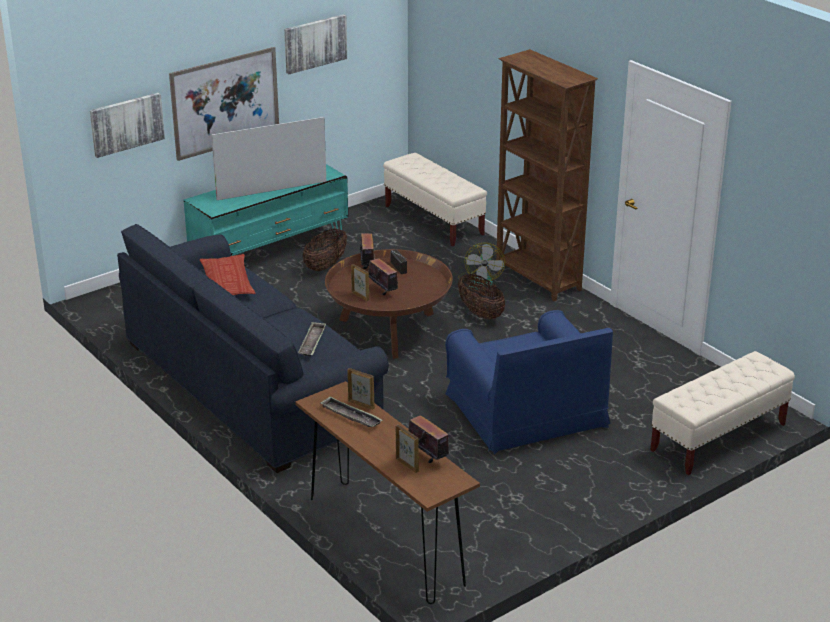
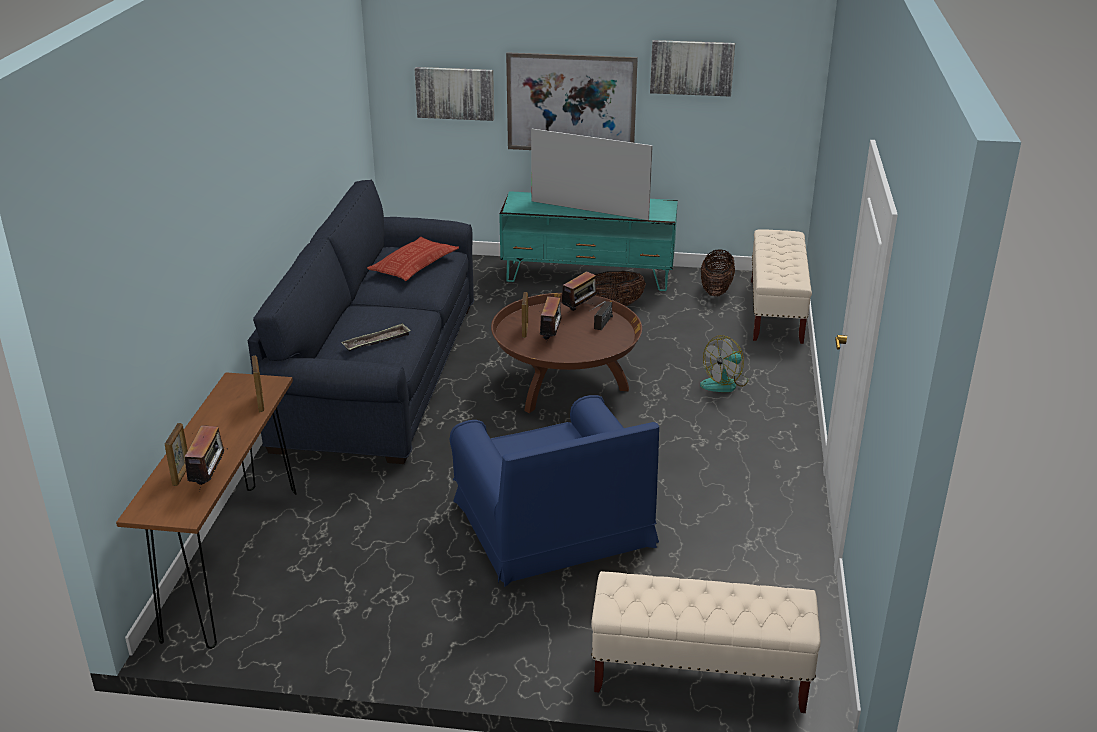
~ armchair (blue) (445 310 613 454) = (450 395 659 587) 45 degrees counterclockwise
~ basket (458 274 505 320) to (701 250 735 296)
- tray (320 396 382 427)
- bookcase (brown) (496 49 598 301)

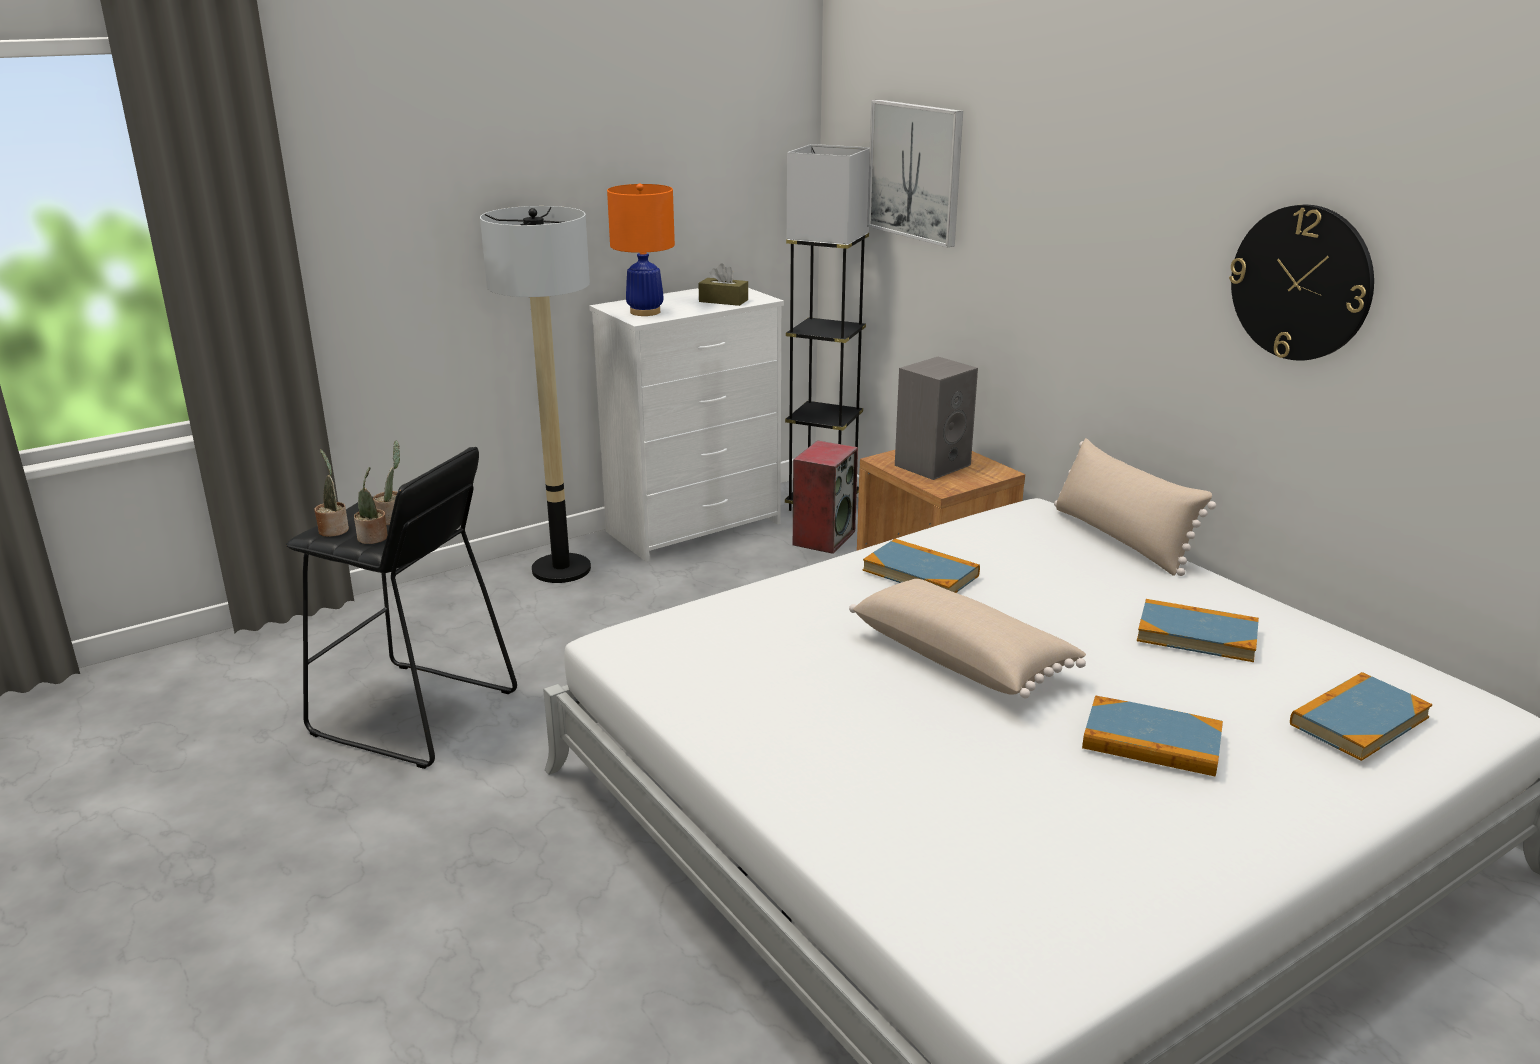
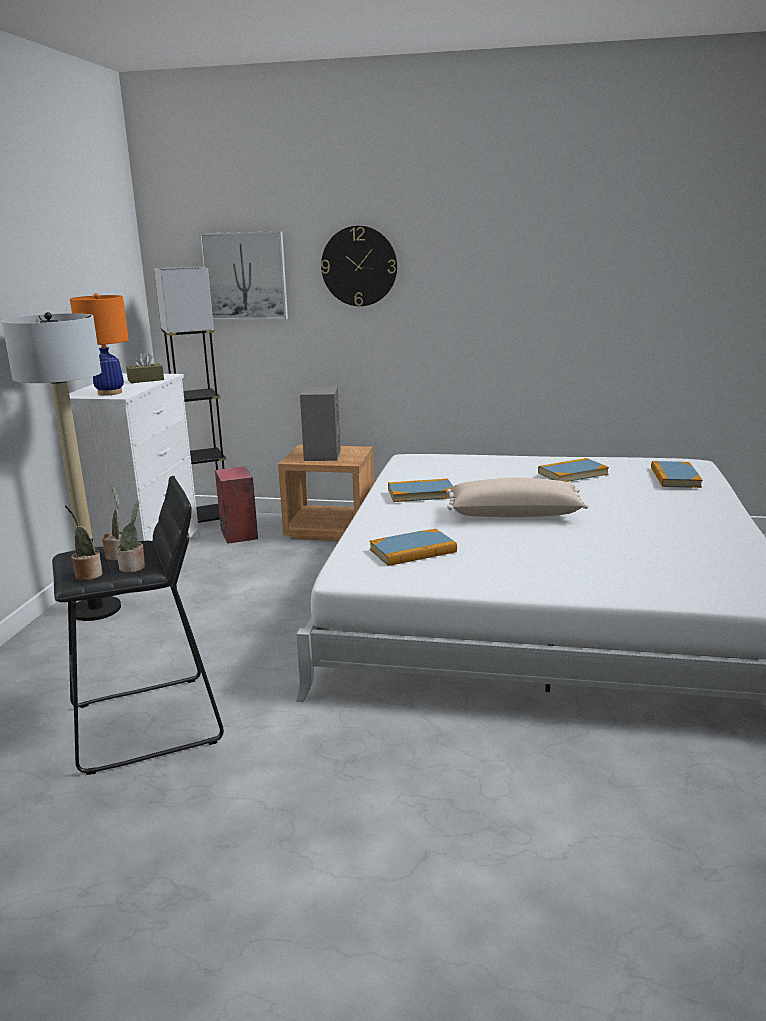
~ wall clock (1229 205 1374 361) to (321 226 397 306)
~ book (1082 695 1223 777) to (369 529 457 566)
- pillow (beige) (1054 438 1216 576)

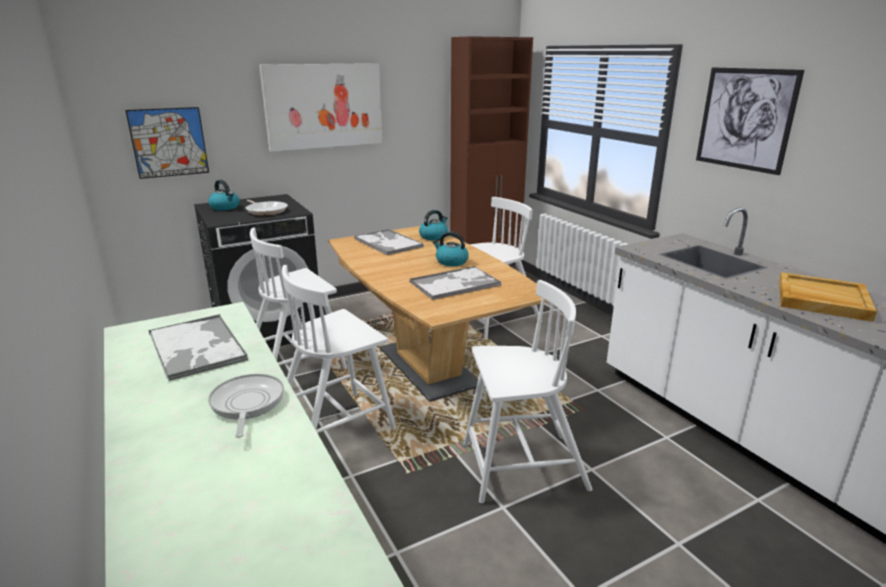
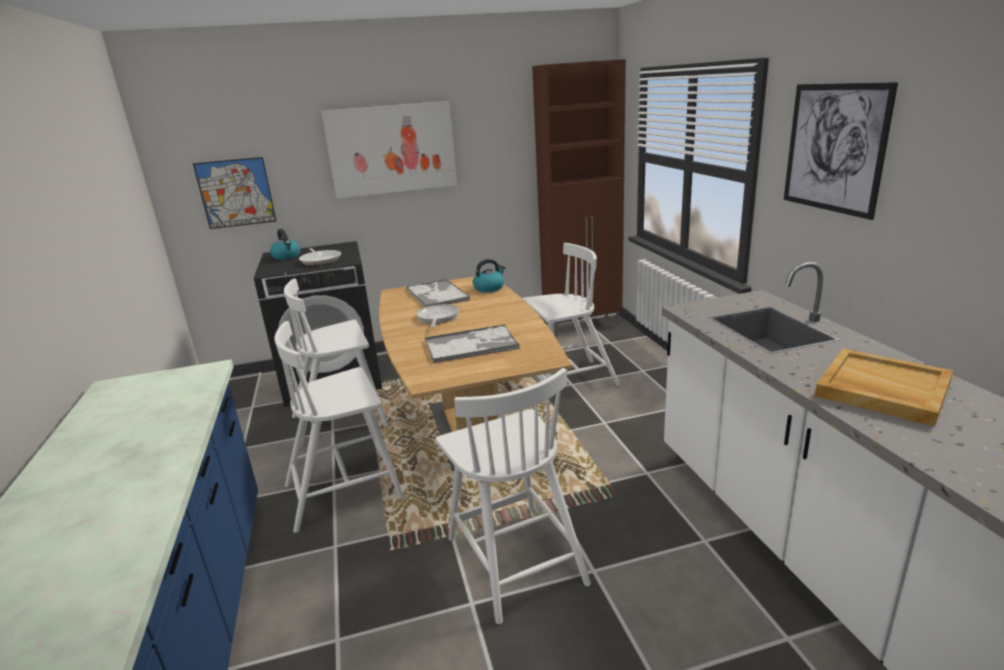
~ frying pan (208 374 284 438) to (417 304 459 328)
~ chair (white) (463 280 592 503) = (436 368 591 624) 60 degrees clockwise
- tray (148 314 248 381)
- kettle (433 232 469 266)

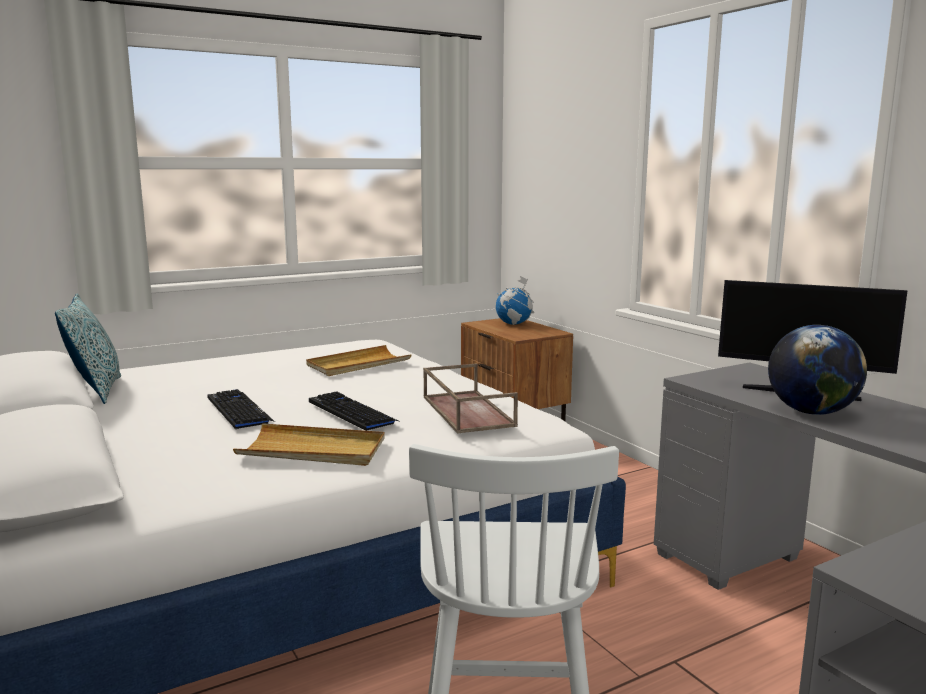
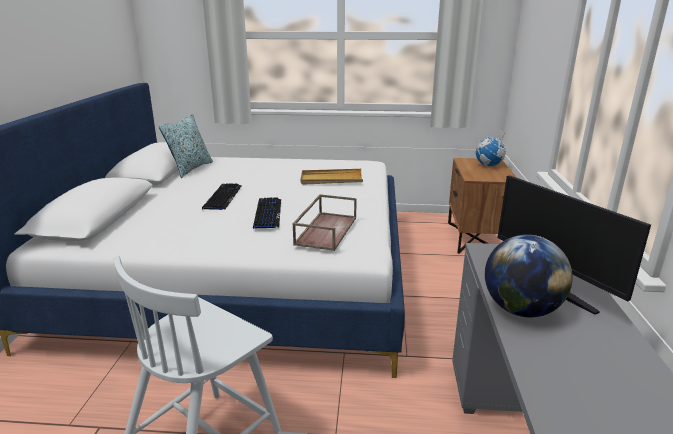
- tray (beige) (233 423 385 466)

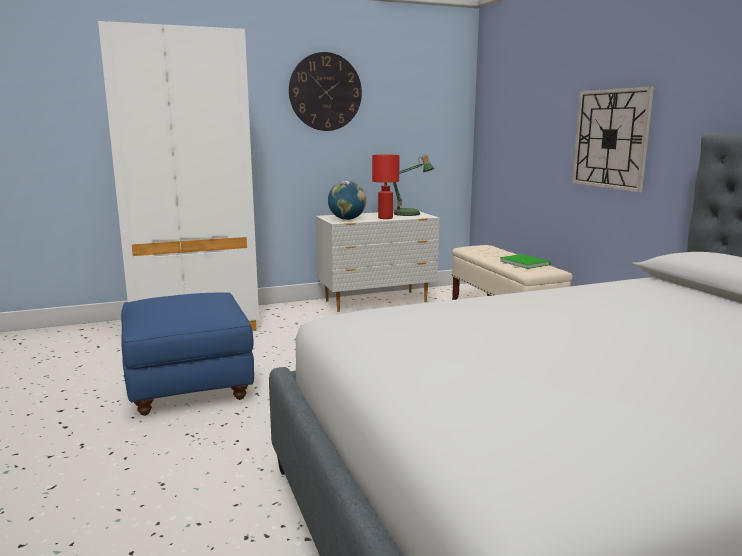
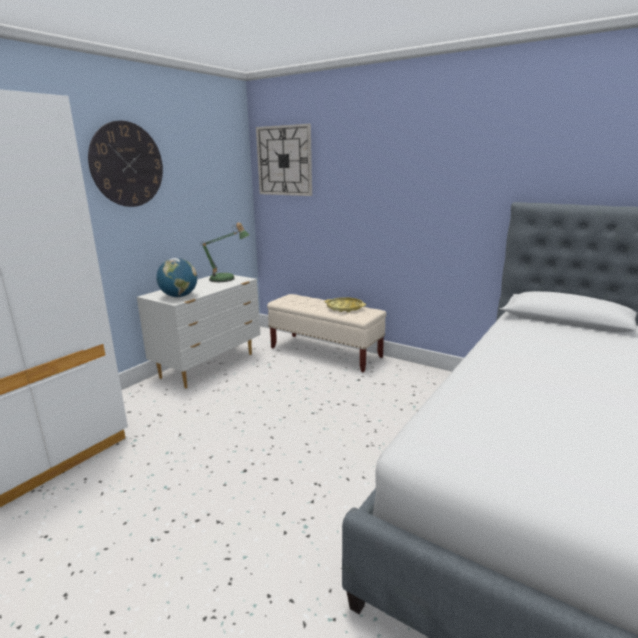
~ wall clock (572 86 654 192) to (256 124 312 196)
~ book (green) (500 254 551 269) to tray (yellow) (324 297 366 312)
- ottoman (blue) (121 293 254 416)
- table lamp (red) (372 155 400 219)

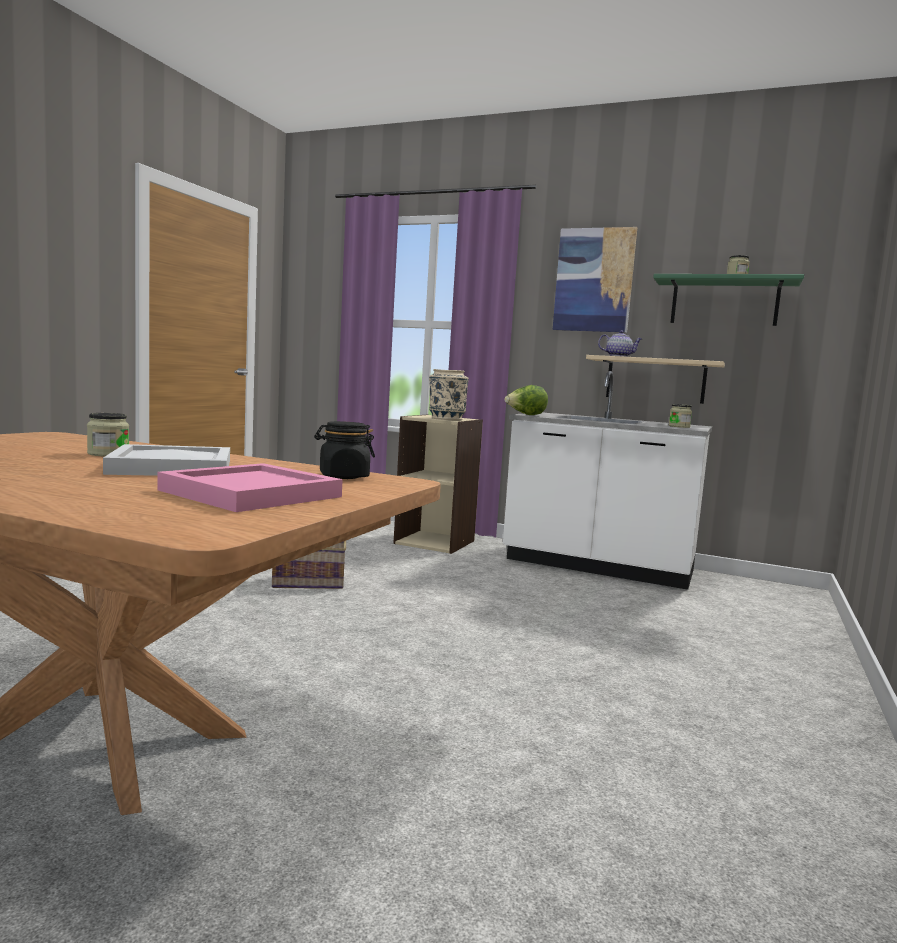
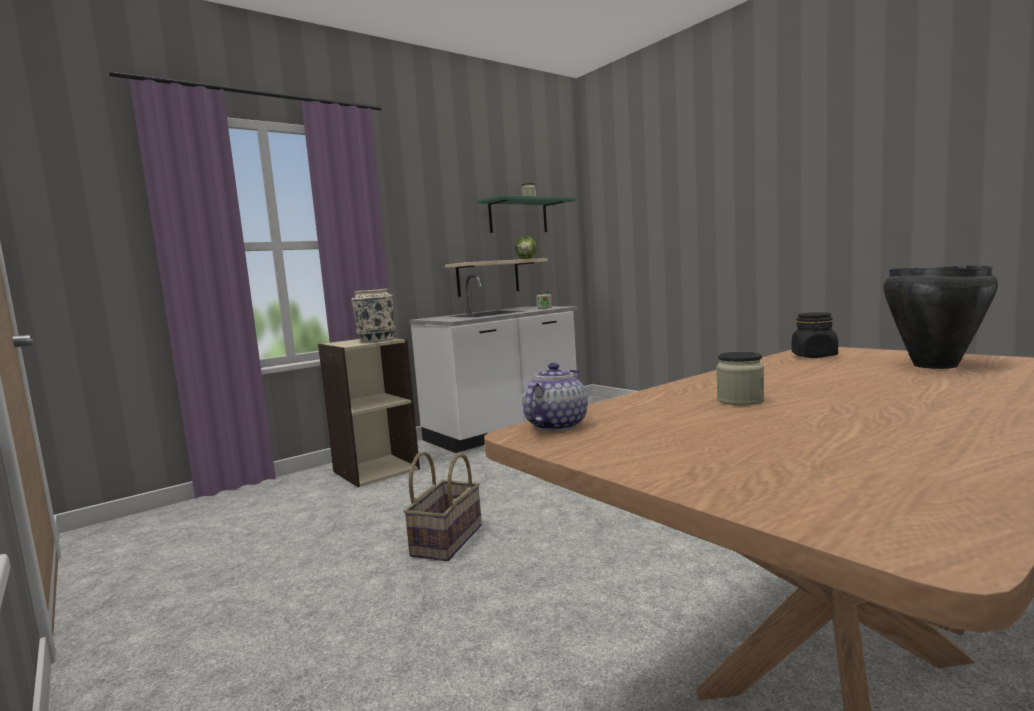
~ lettuce (504 385 548 415) to (515 236 537 259)
~ teapot (598 331 642 357) to (522 363 588 431)
~ tray (pink) (158 463 343 512) to cooking pot (black) (883 265 998 369)
- tray (white) (103 444 230 476)
- picture (553 227 637 333)

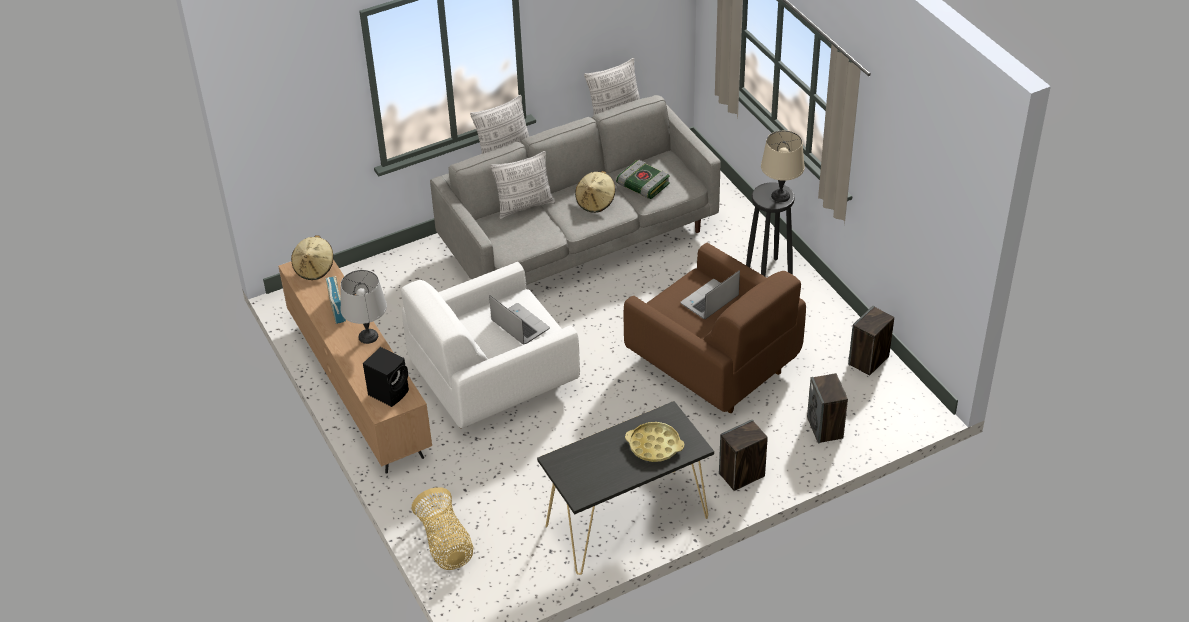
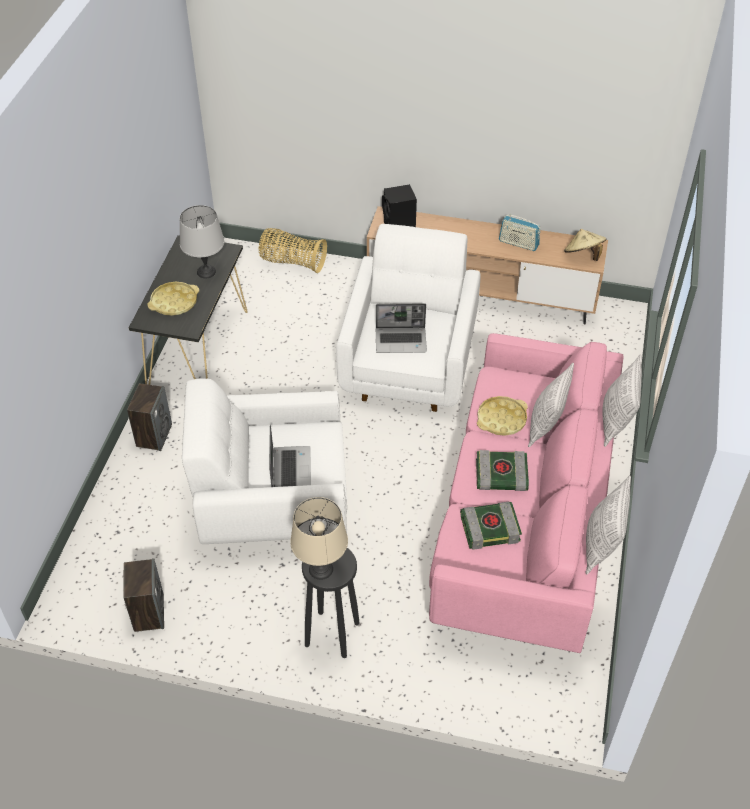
~ table lamp (grey) (340 270 387 344) to (180 205 225 278)
~ armchair (brown) (624 242 806 413) to armchair (white) (182 379 347 544)
~ sofa (grey) (430 95 721 285) to sofa (pink) (429 333 624 653)
~ hat (beige) (575 171 615 213) to book (476 450 529 491)
+ tray (yellow) (477 396 528 436)
- speaker (807 373 848 444)

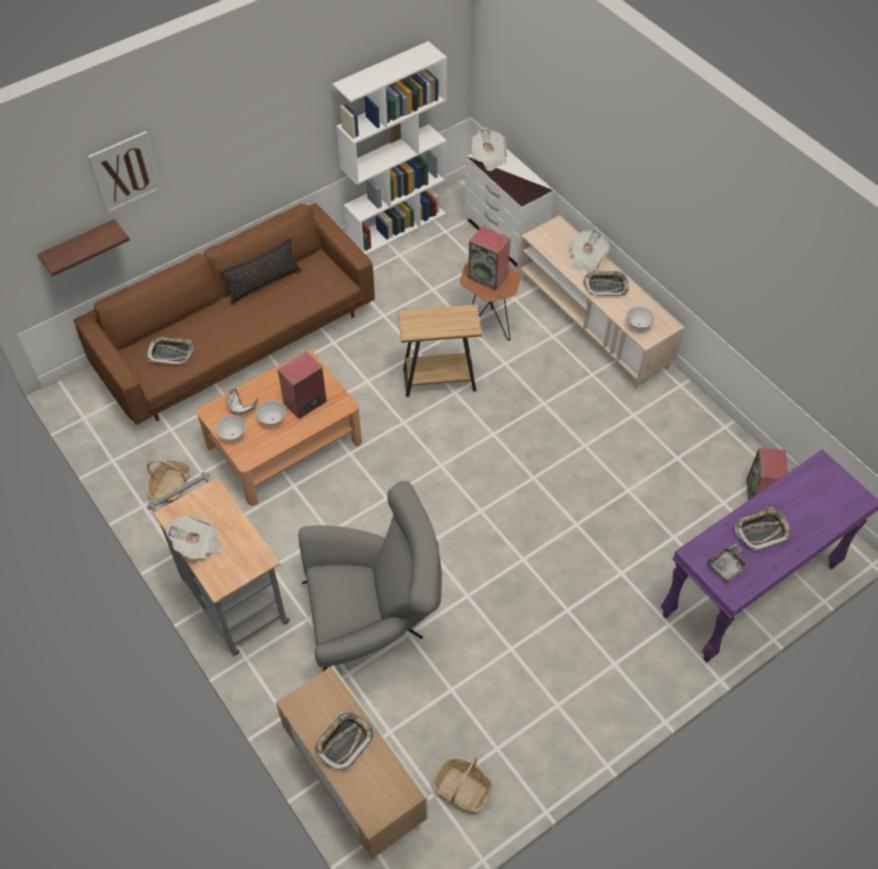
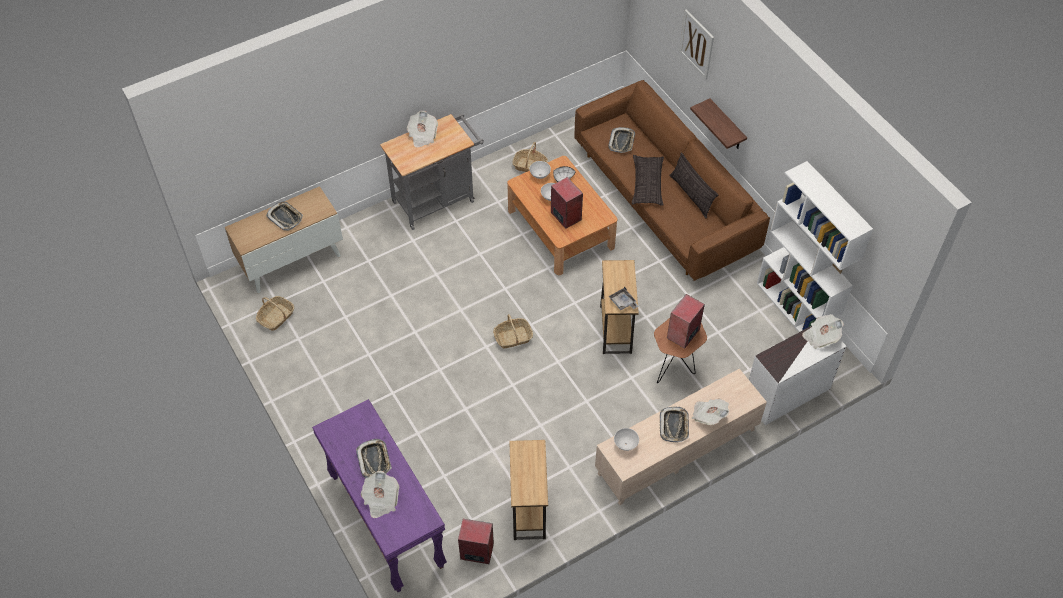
+ newspaper (361 471 399 518)
+ basket (493 314 533 348)
+ side table (brown) (509 440 548 540)
~ tray (grey) (707 543 749 582) to (608 287 638 310)
+ pillow (632 155 664 206)
~ shelf (38 219 130 276) to (690 99 747 149)
- armchair (grey) (299 481 442 671)

